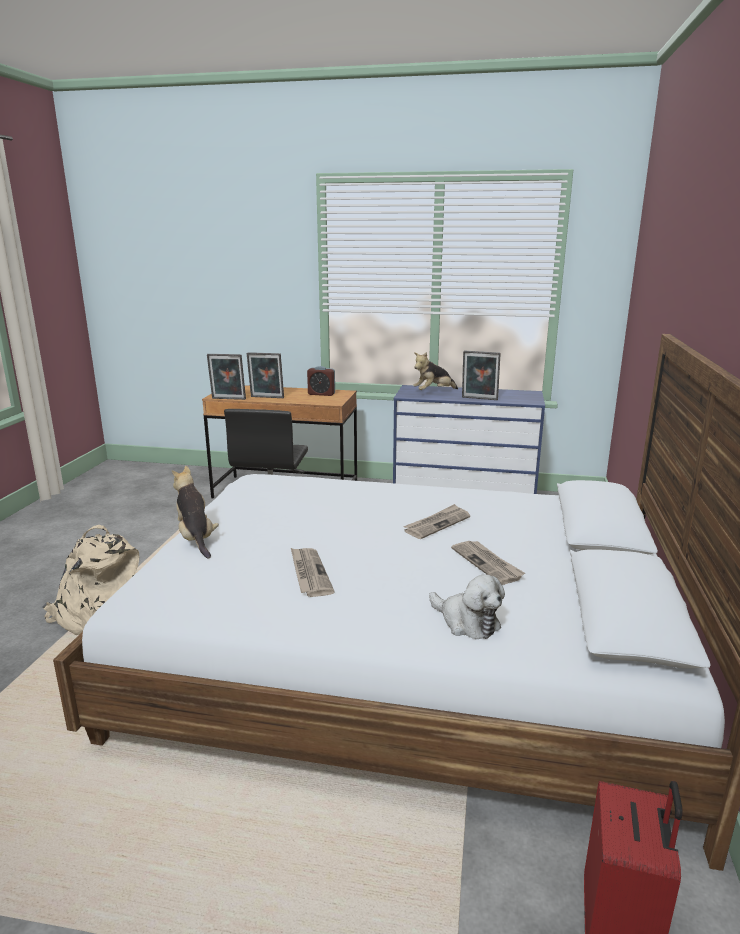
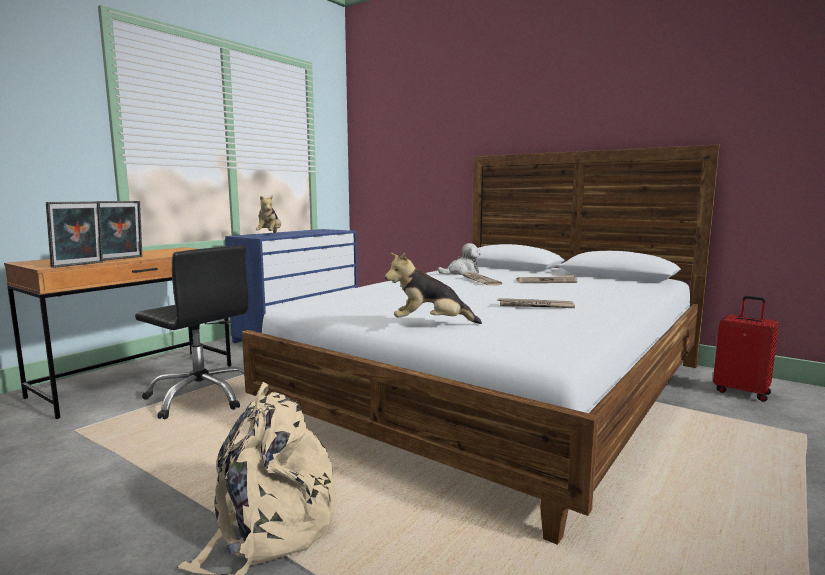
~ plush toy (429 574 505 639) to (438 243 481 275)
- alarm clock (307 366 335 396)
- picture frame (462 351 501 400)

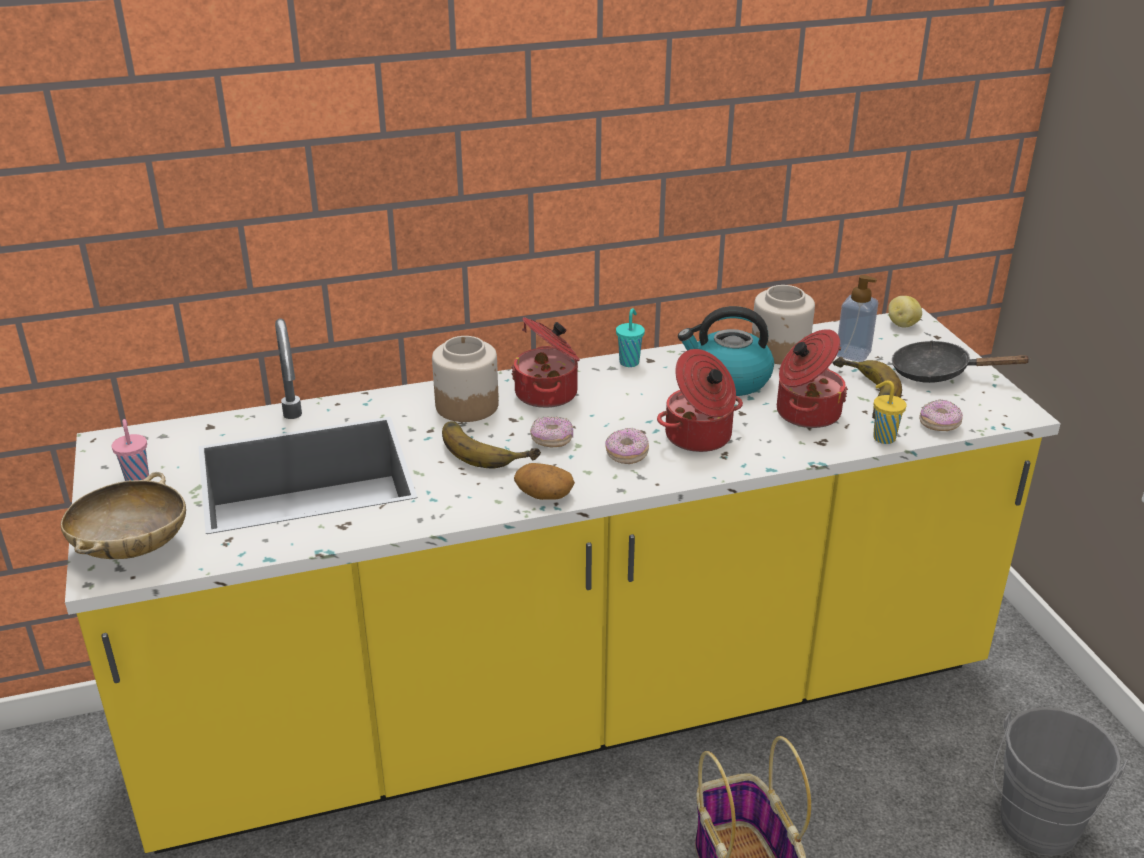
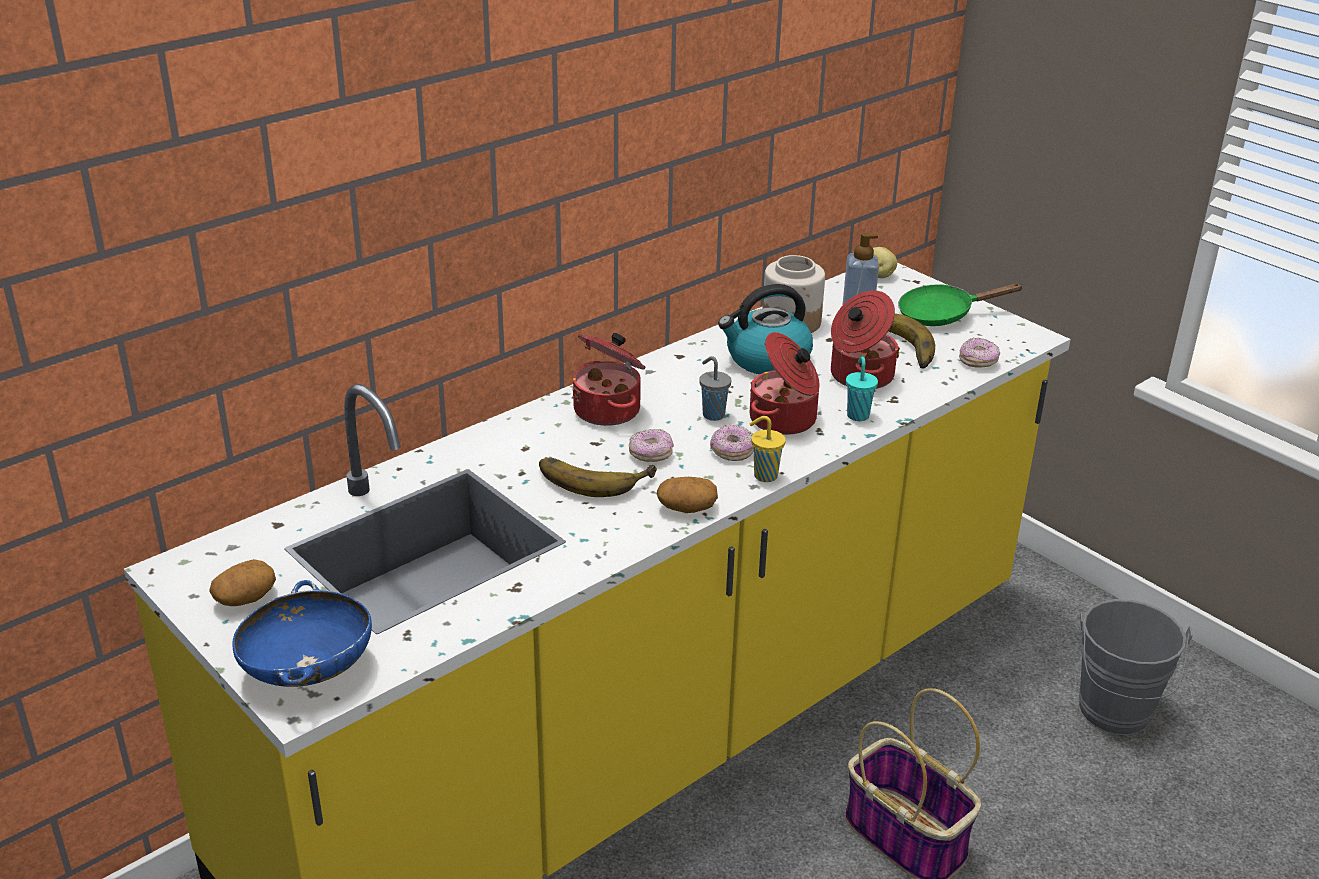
~ cup (pink) (112 419 149 481) to potato (209 559 276 606)
~ bowl (beige) (61 472 186 559) to bowl (blue) (232 580 372 687)
+ cup (grey) (699 356 731 421)
~ cup (yellow) (873 381 907 444) to (750 416 786 482)
~ cup (turquoise) (616 308 645 367) to (846 356 878 421)
~ frying pan (black) (892 340 1031 383) to frying pan (green) (898 283 1024 326)
- jar (432 336 499 422)

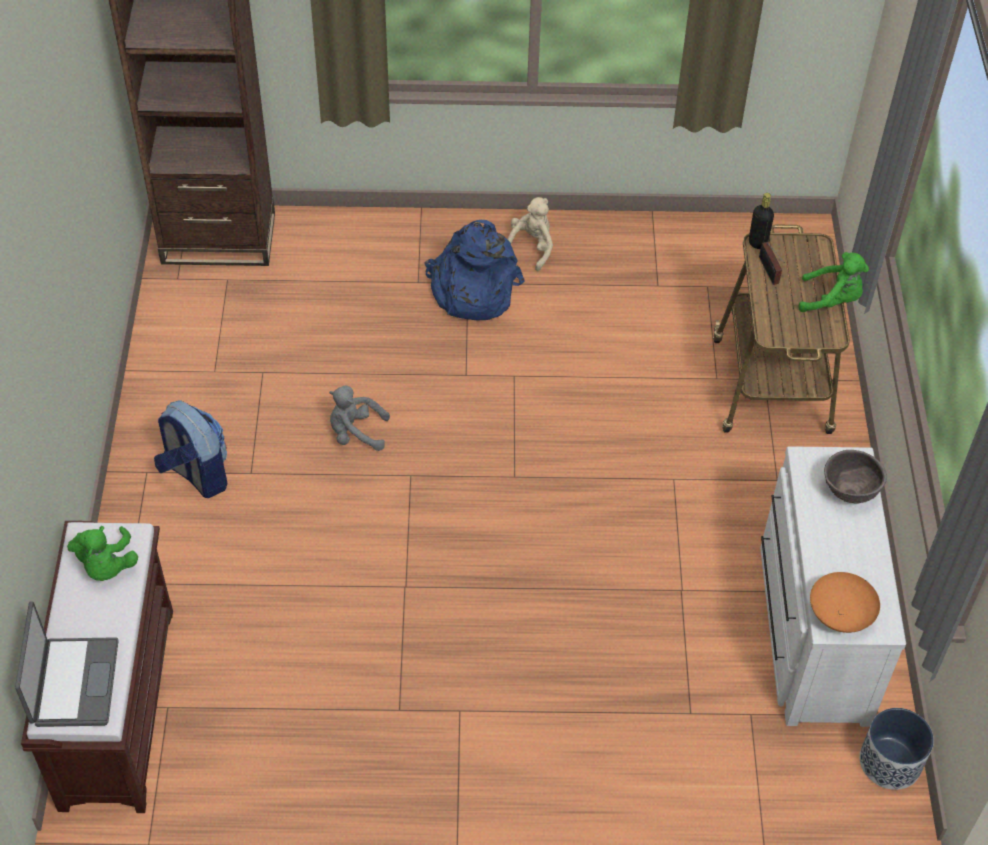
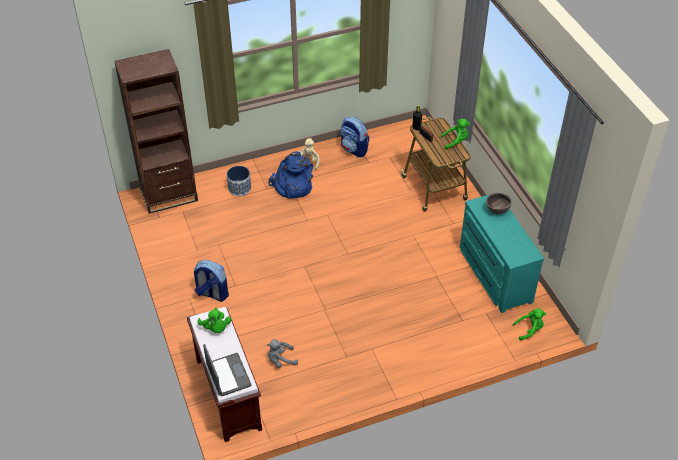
~ planter (860 708 934 790) to (227 166 251 196)
~ plush toy (grey) (329 385 390 451) to (267 339 298 368)
+ backpack (341 117 369 157)
~ dresser (white) (760 446 906 727) to dresser (turquoise) (460 192 544 313)
+ plush toy (green) (513 308 546 340)
- bowl (orange) (810 572 880 633)

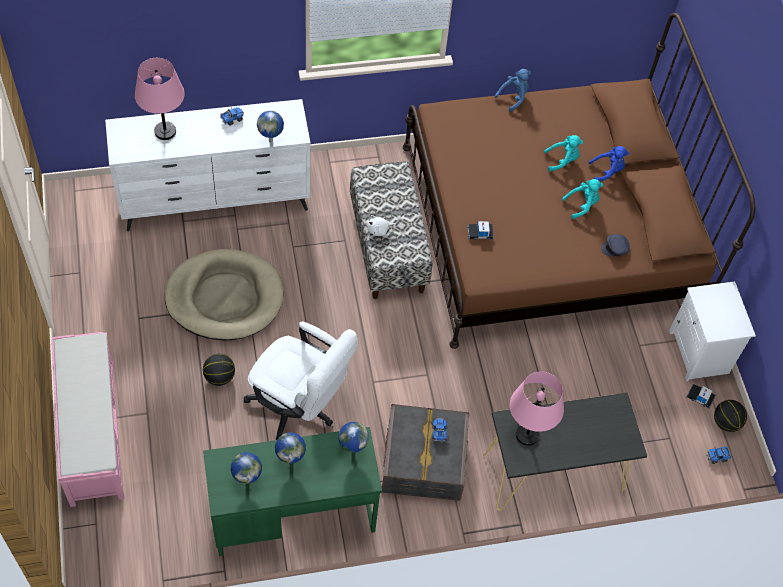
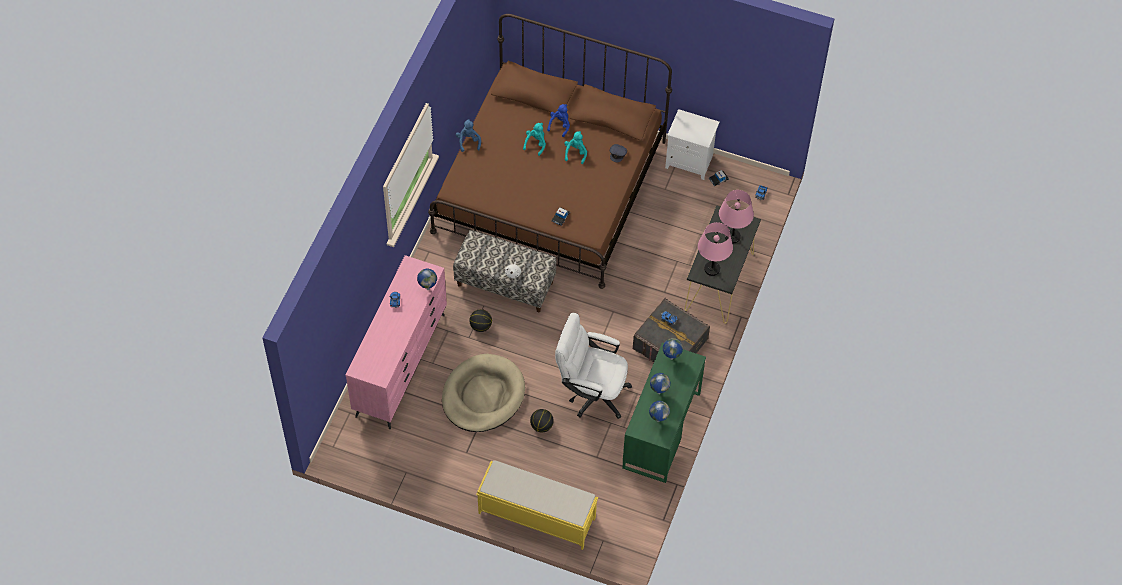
~ dresser (white) (105 99 311 231) to dresser (pink) (345 255 447 429)
~ basketball (714 400 747 432) to (469 309 492 332)
~ bench (pink) (51 332 125 507) to bench (yellow) (476 460 598 550)
~ office chair (white) (244 321 358 440) = (555 313 632 419) 135 degrees counterclockwise
~ table lamp (pink) (135 58 185 140) to (719 190 754 243)

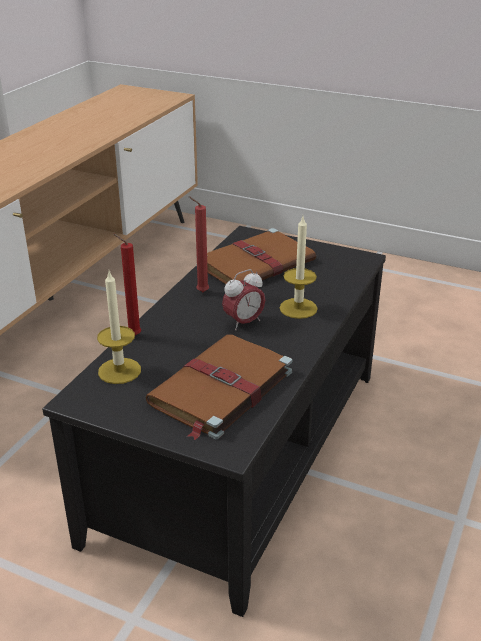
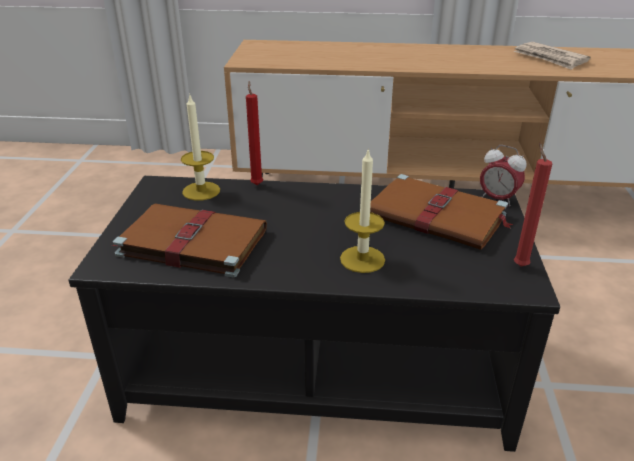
~ alarm clock (222 269 265 330) to (480 145 527 206)
+ newspaper (514 42 591 70)
~ candle (red) (189 196 209 292) to (514 143 553 266)

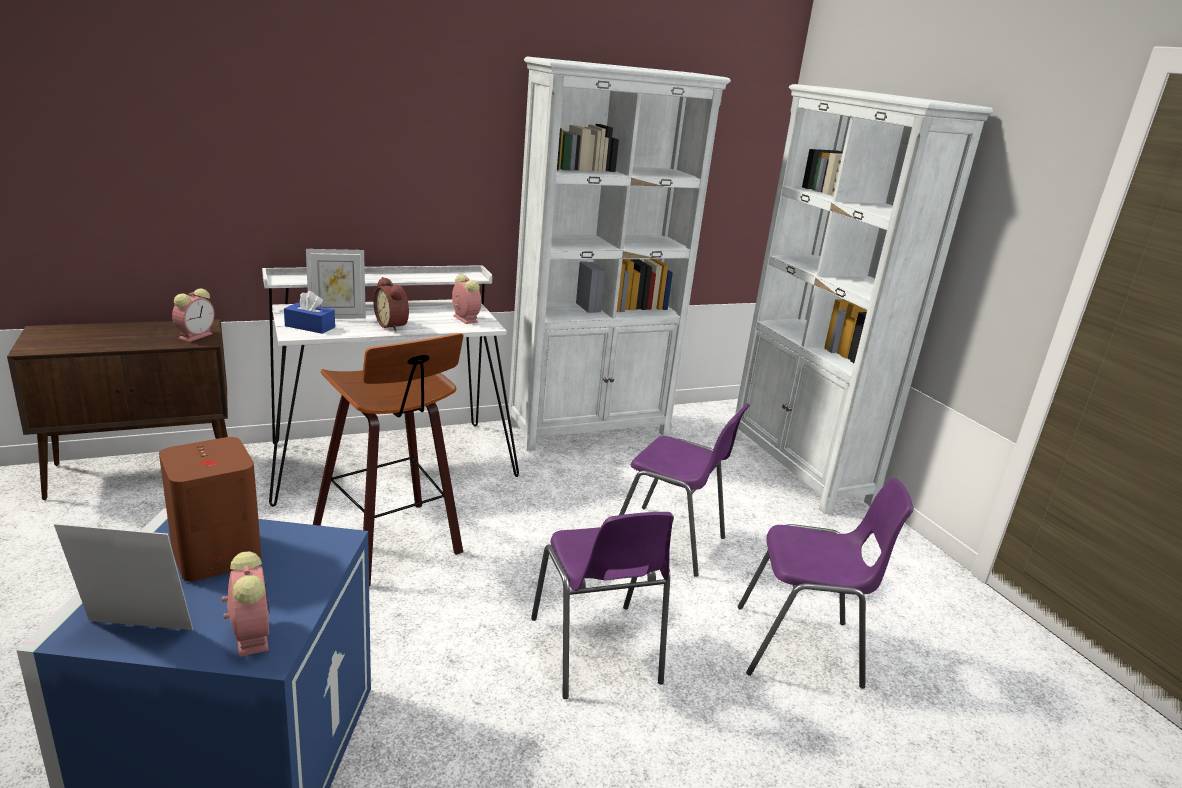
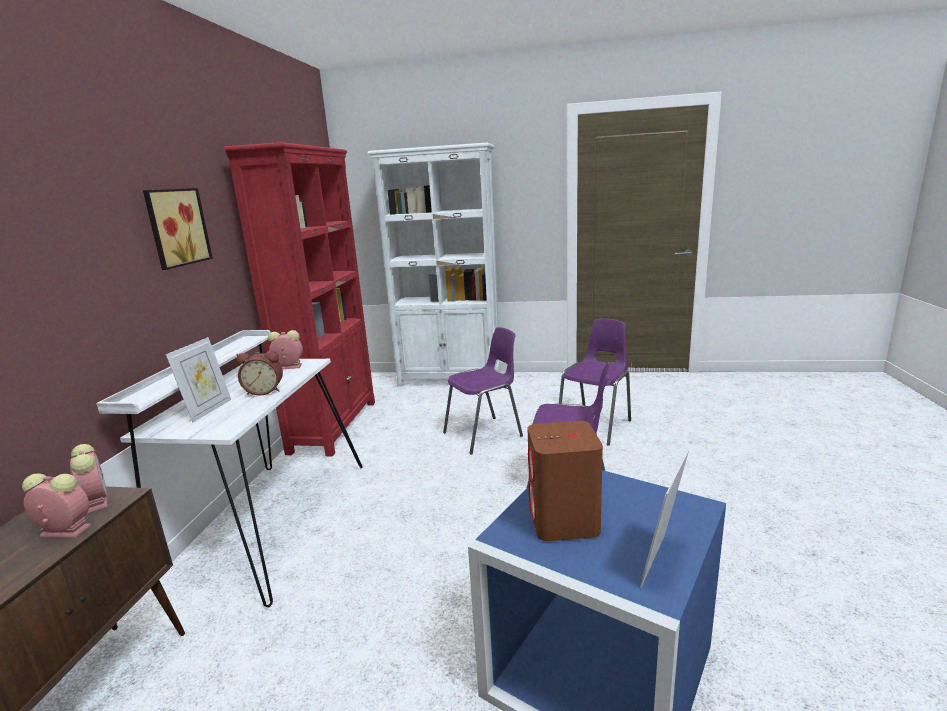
~ alarm clock (222 551 270 657) to (22 473 91 538)
+ picture (143 188 213 270)
~ bookcase (white) (508 57 731 451) to bookcase (red) (224 142 375 457)
- tissue box (blue) (284 291 335 334)
- stool (313 333 463 586)

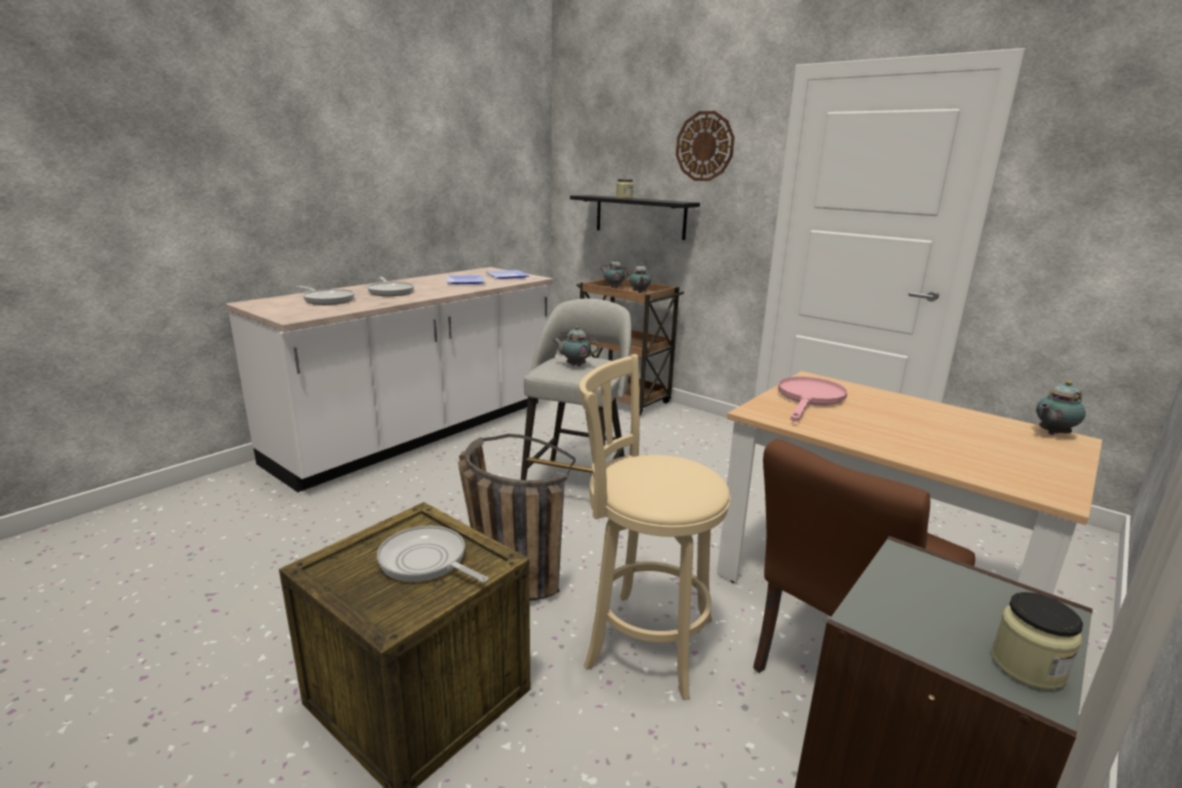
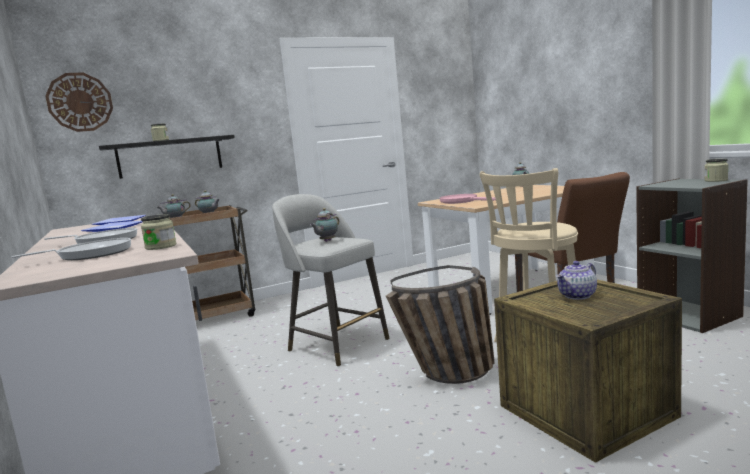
~ wall clock (676 111 735 181) to (45 73 113 132)
+ jar (141 214 176 250)
~ frying pan (377 526 488 583) to teapot (556 261 597 300)

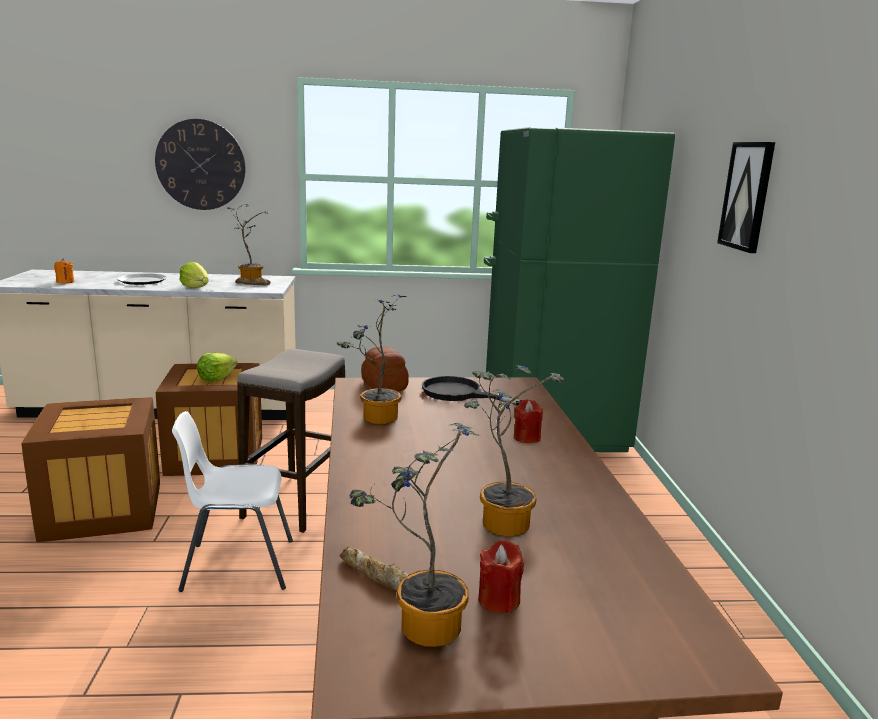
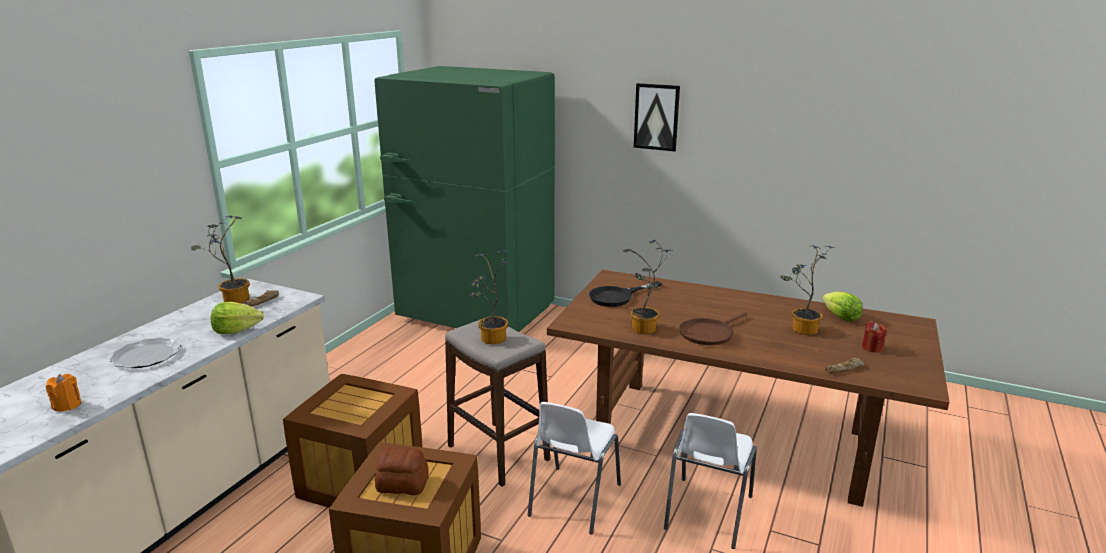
~ bread (361 346 409 392) to (375 447 429 495)
~ potted plant (350 423 480 647) to (469 250 510 344)
+ chair (white) (664 413 757 549)
+ frying pan (brown) (679 312 747 345)
~ lettuce (197 353 237 382) to (822 292 862 321)
- wall clock (155 119 246 210)
- candle (red) (514 399 543 443)

